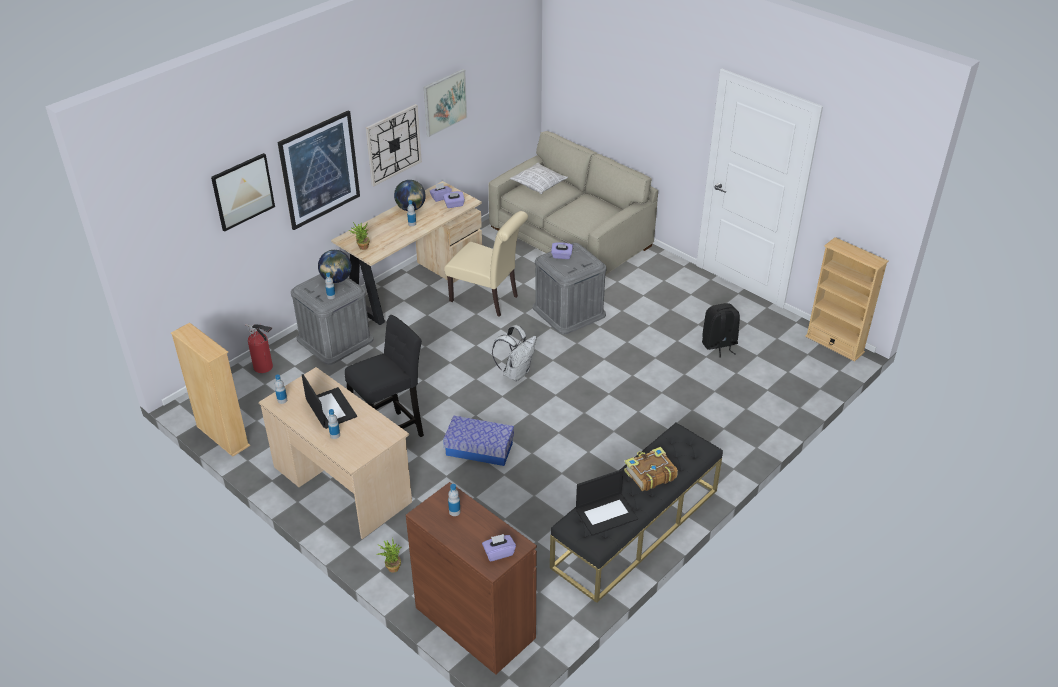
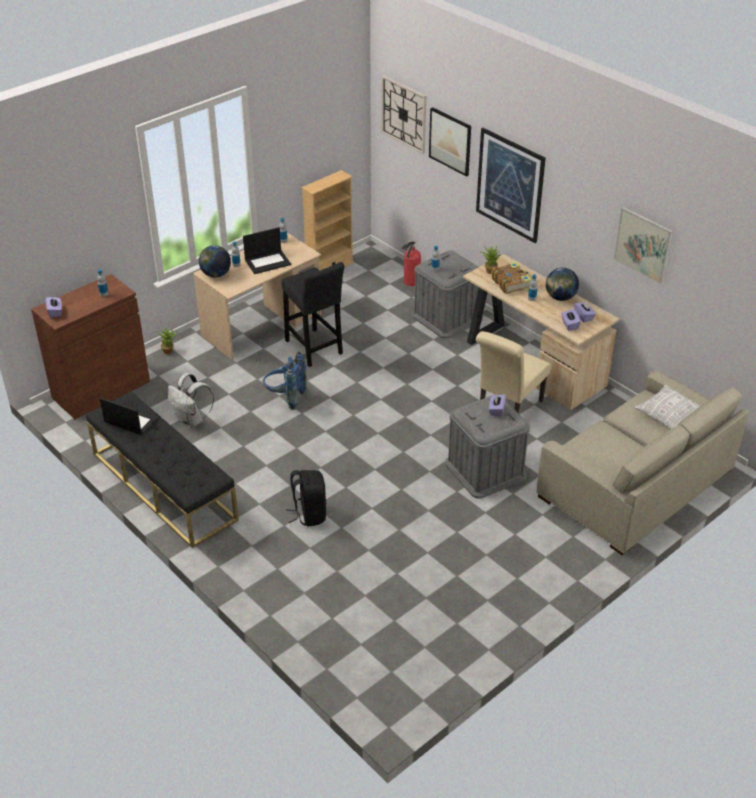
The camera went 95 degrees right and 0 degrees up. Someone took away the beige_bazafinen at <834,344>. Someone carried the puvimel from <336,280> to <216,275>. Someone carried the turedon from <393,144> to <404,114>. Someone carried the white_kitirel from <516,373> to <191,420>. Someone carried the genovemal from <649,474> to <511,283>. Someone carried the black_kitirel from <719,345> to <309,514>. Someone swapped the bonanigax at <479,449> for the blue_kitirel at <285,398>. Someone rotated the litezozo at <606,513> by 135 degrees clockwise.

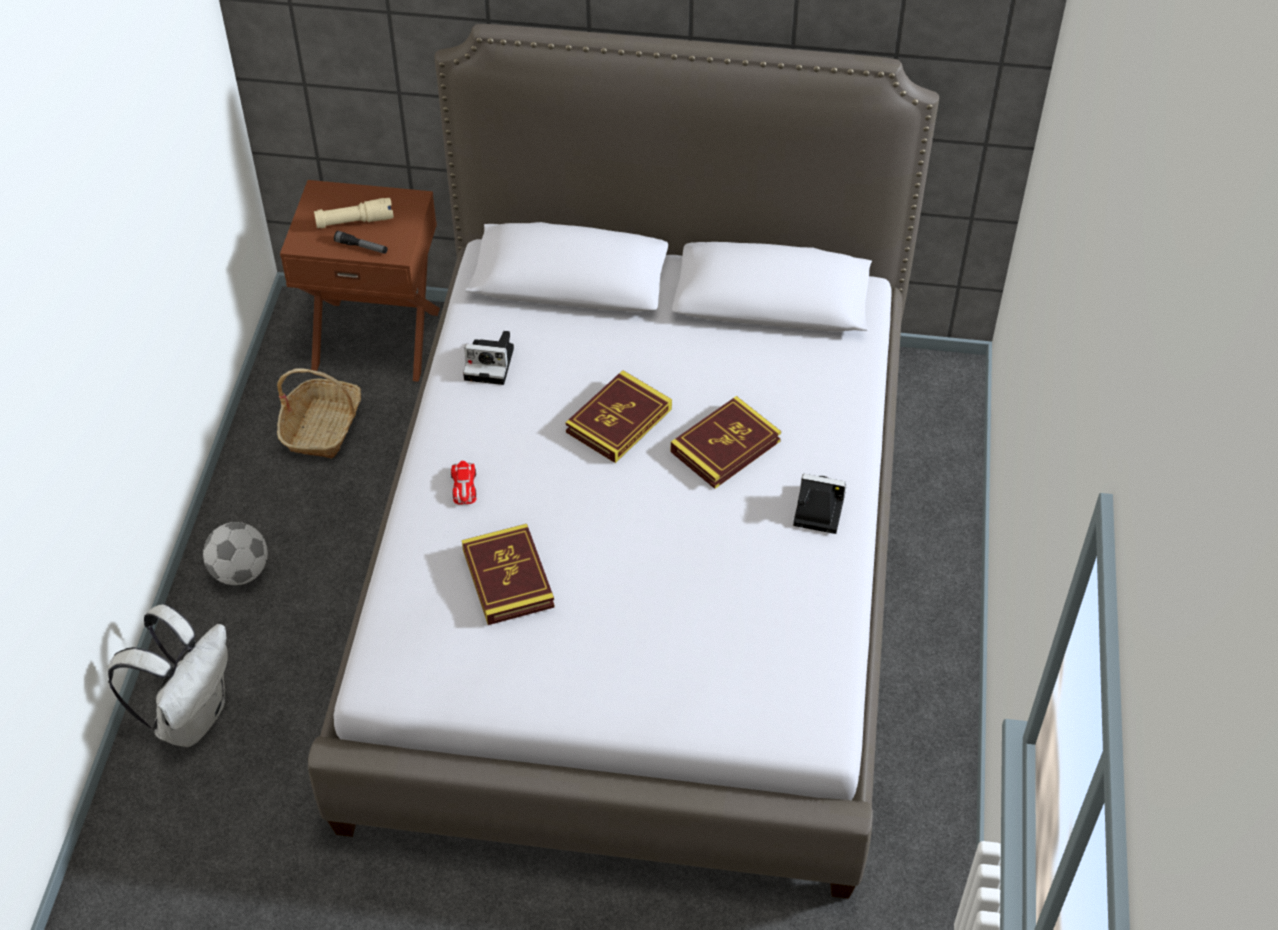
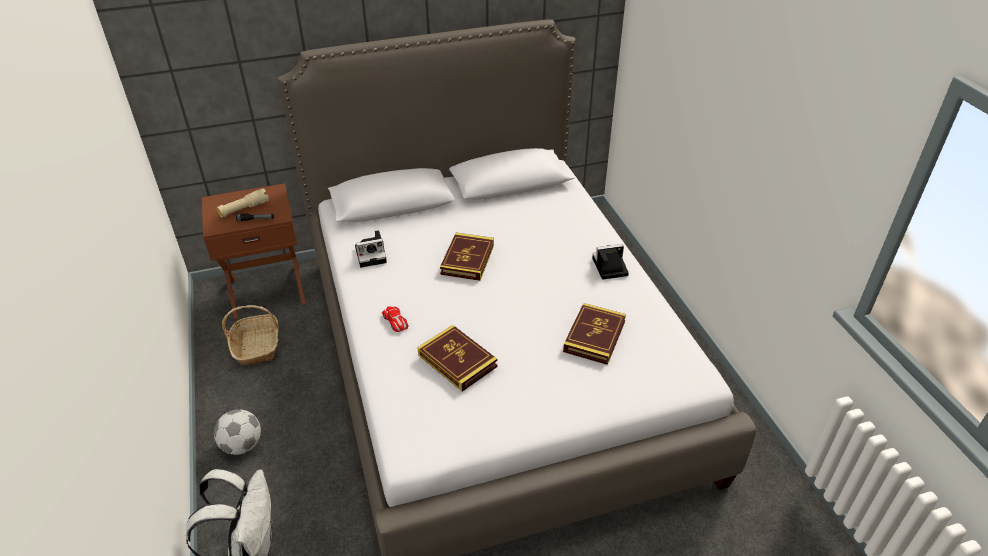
The camera went 25 degrees left and 10 degrees down. Someone carried the genovemal from <725,446> to <594,336>.

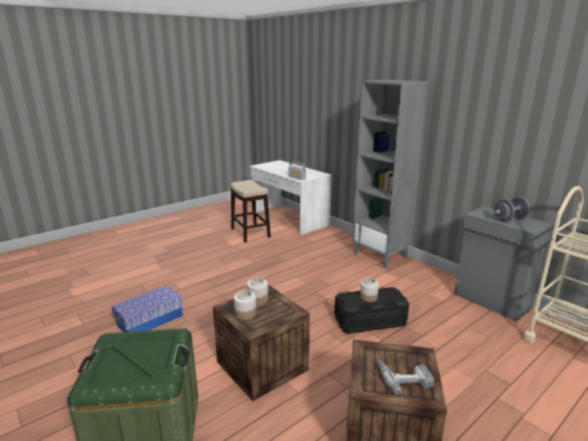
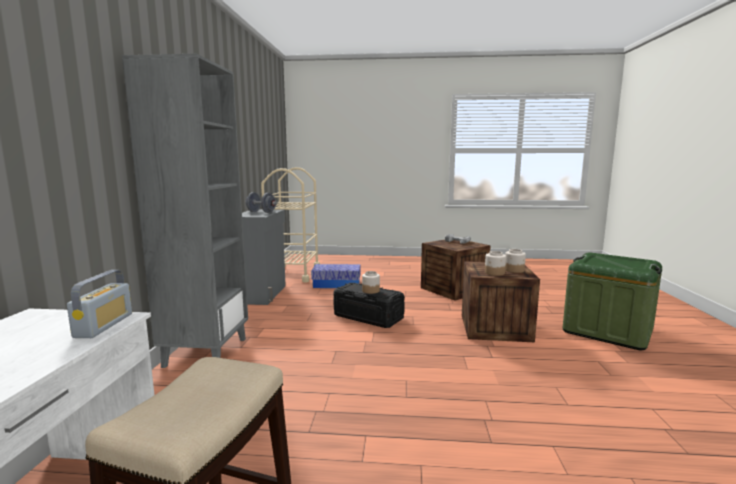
The camera went 135 degrees left and 10 degrees down. Someone carried the bonanigax from <150,320> to <336,284>.

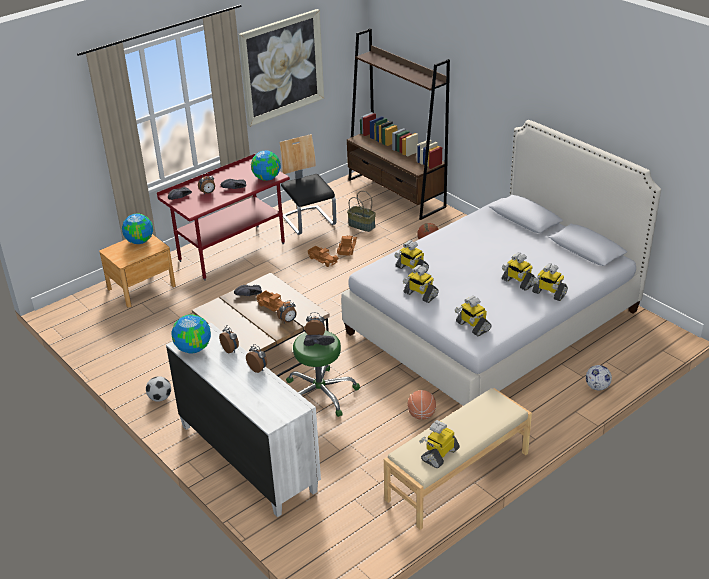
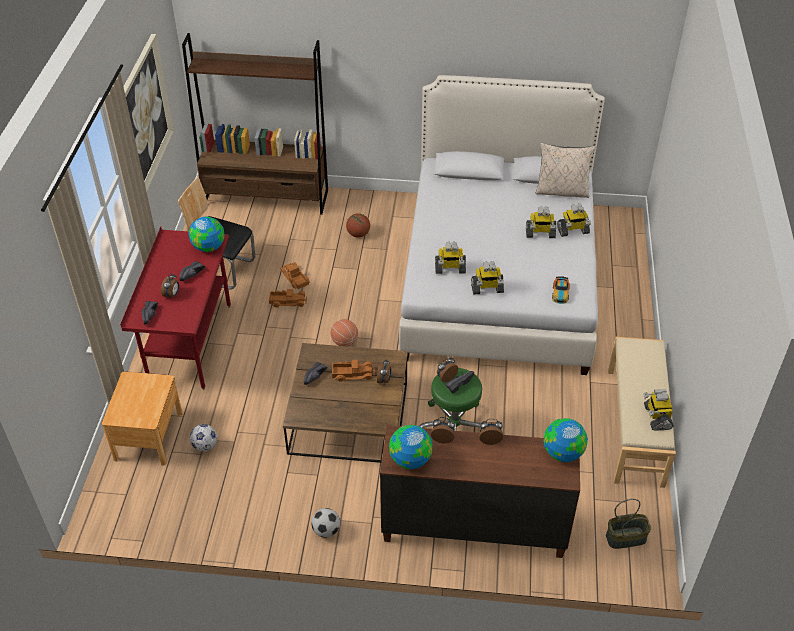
The camera went 45 degrees left and 10 degrees up. Someone put down the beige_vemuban at <562,191>. Someone carried the puvimel from <139,241> to <562,453>. Someone carried the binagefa from <362,225> to <626,537>. Someone carried the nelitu from <421,415> to <344,342>. Someone carried the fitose from <597,387> to <205,446>. Someone swapped the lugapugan at <472,326> for the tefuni at <560,293>. Someone repainted the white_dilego at <248,457>, which became the brown_dilego at <473,526>.

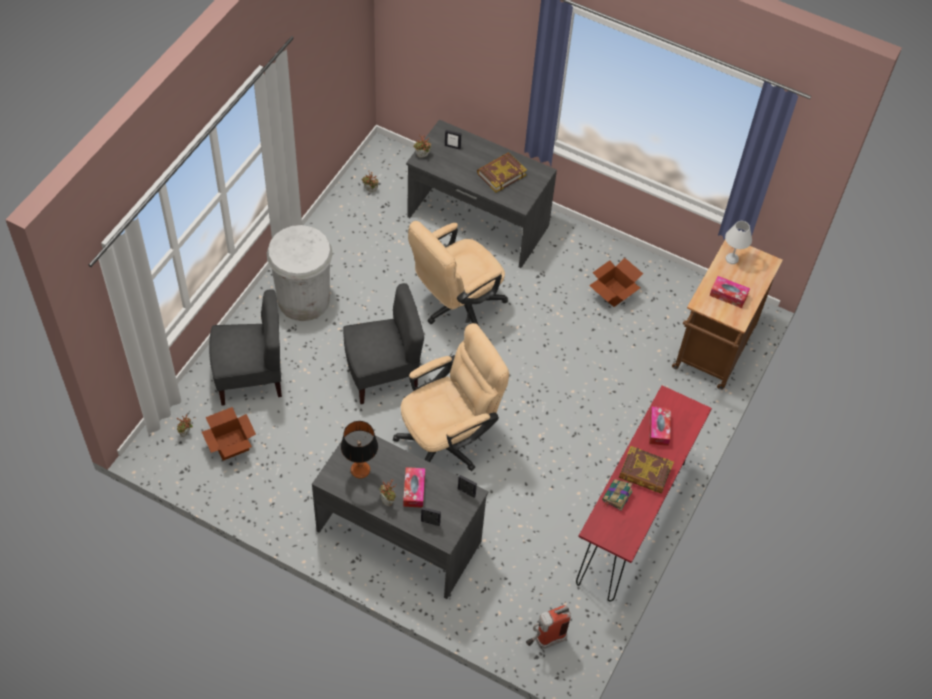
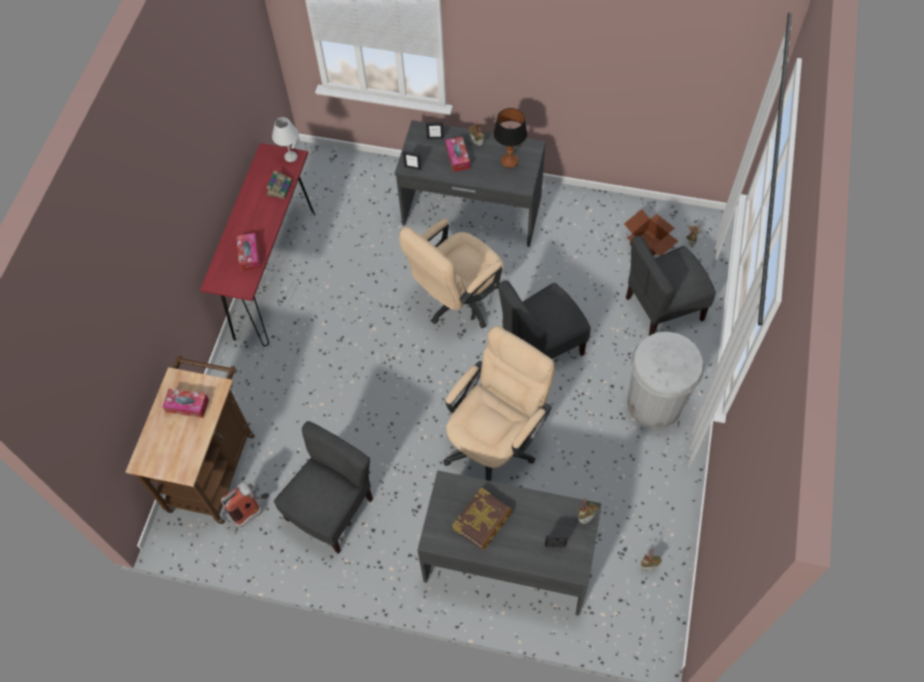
The camera went 170 degrees right and 5 degrees up. Someone took away the genovemal at <645,473>. Someone carried the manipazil from <544,641> to <253,512>. Someone carried the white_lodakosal from <731,258> to <291,157>. Someone swapped the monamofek at <612,292> for the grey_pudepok at <331,510>.

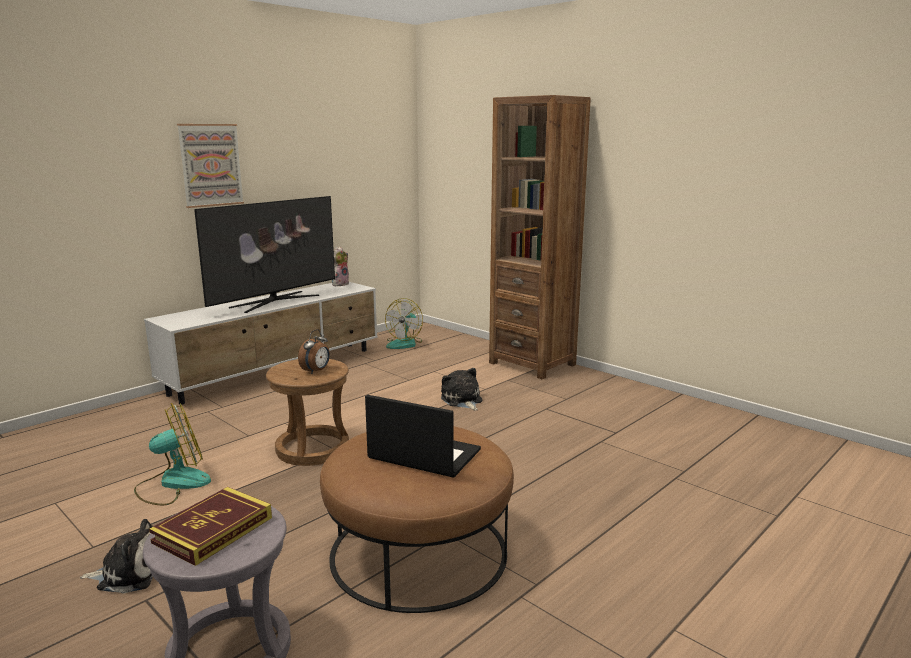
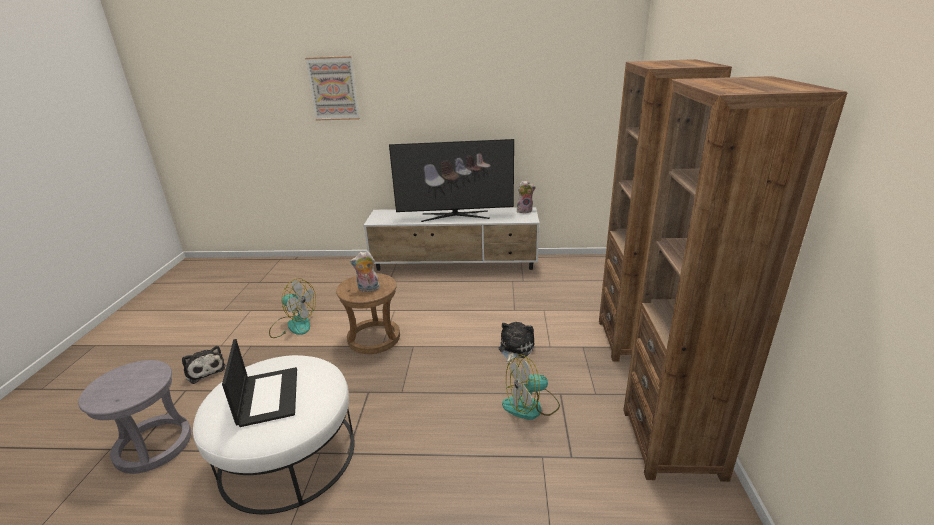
The camera went 50 degrees right and 10 degrees up. Someone took away the genovemal at <213,530>. Someone put down the brown_bazafinen at <672,443>. Someone carried the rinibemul from <211,165> to <333,88>. Someone carried the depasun from <405,343> to <531,406>. Someone swapped the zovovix at <316,371> for the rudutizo at <368,289>. Someone repainted the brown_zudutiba at <418,552>, which became the white_zudutiba at <288,454>.

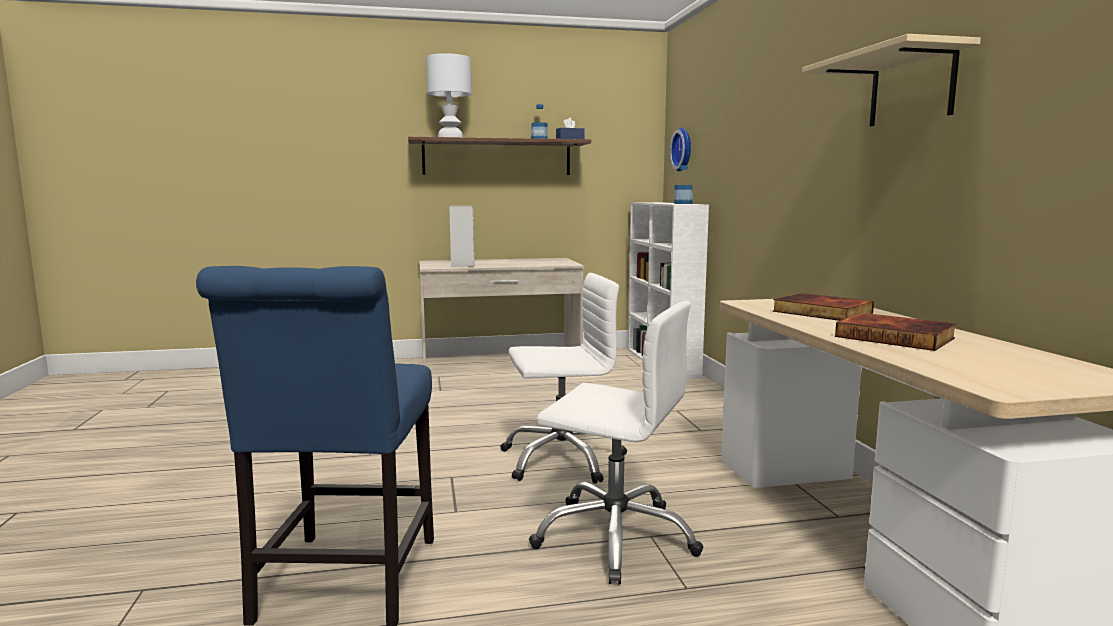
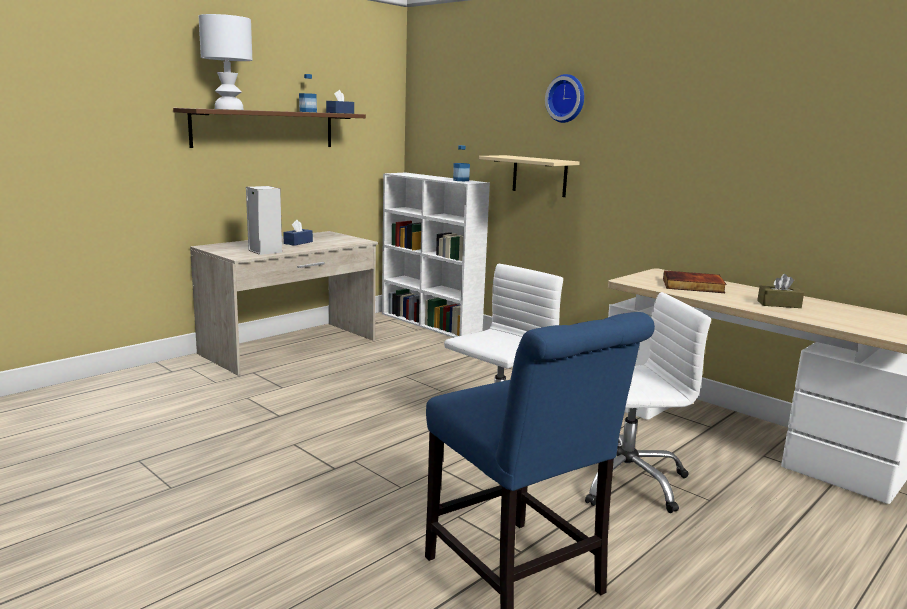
The camera went 35 degrees left and 5 degrees up. Someone put down the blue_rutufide at <298,242>. Someone carried the turedon from <684,149> to <567,98>. Someone carried the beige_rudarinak from <911,88> to <539,176>. Someone swapped the genovemal at <896,337> for the brown_rutufide at <779,304>.

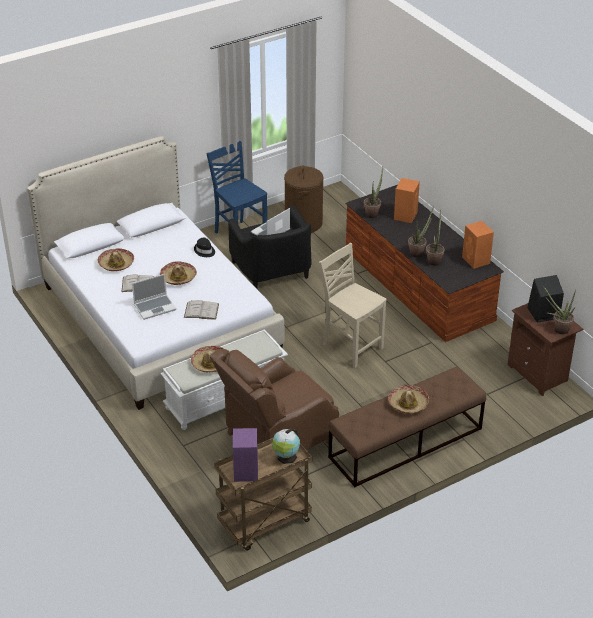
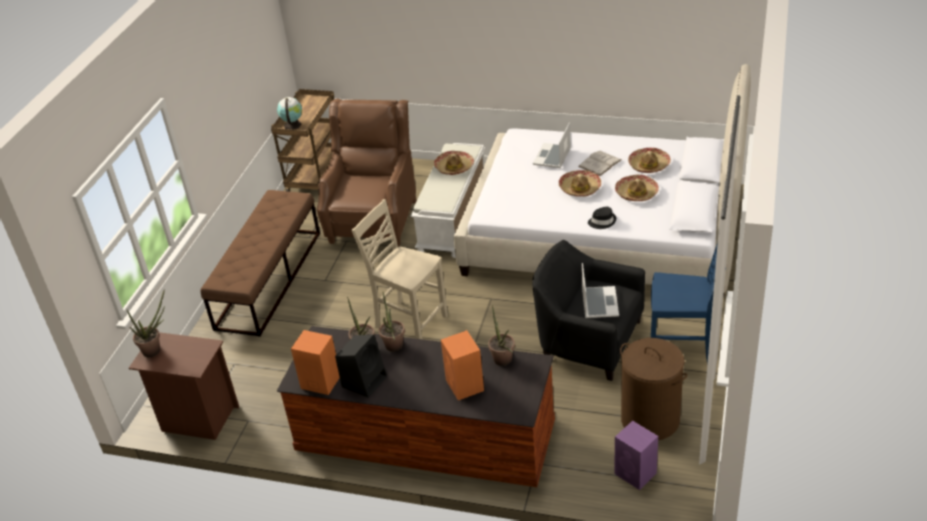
The camera went 140 degrees right and 0 degrees up. Someone took away the white_genovemal at <201,310>. Someone carried the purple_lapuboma from <246,471> to <636,474>. Someone carried the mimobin from <408,403> to <636,193>. Someone carried the black_lapuboma from <542,313> to <364,380>. Someone rotated the beige_pudepok at <351,346> by 150 degrees counterclockwise.

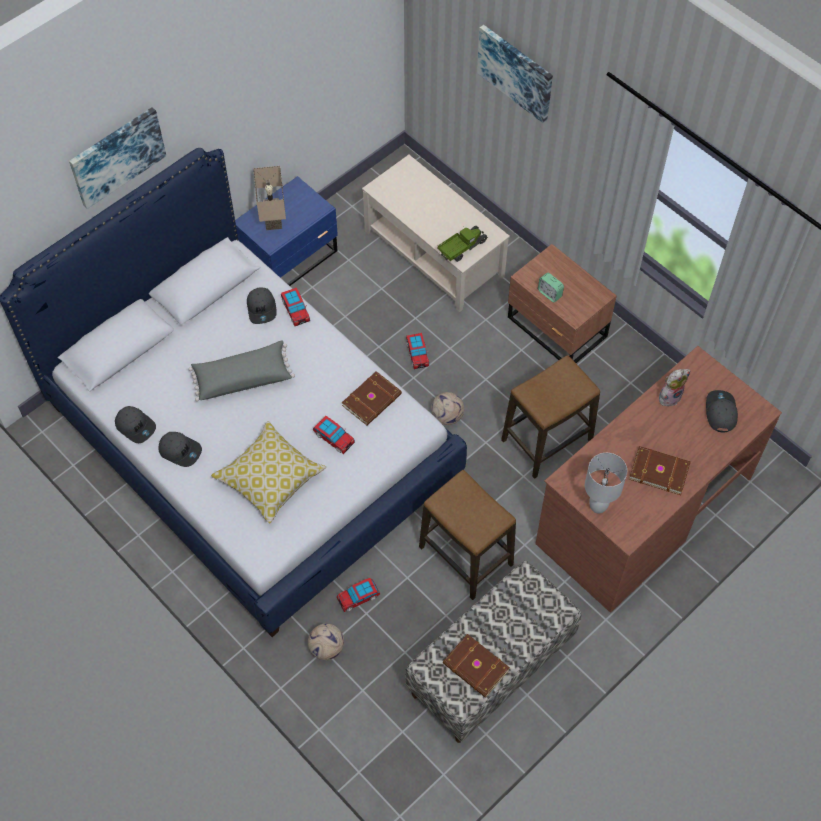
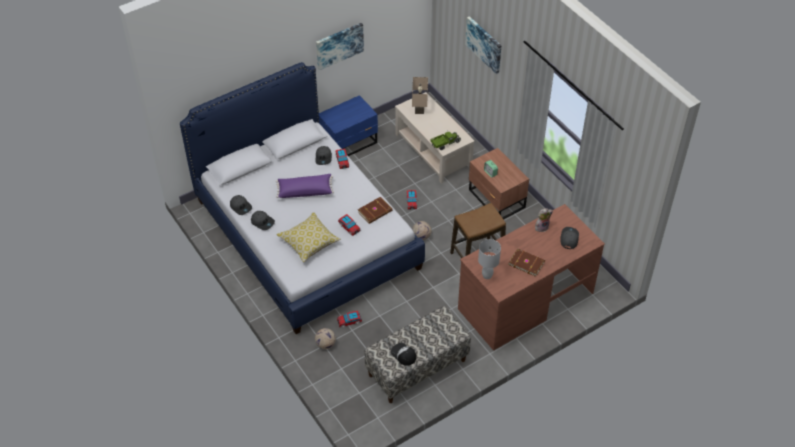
The camera went 10 degrees right and 10 degrees down. Someone took away the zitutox at <466,556>. Someone carried the rinibemul from <117,156> to <339,45>. Someone carried the beige_lodakosal from <274,219> to <420,109>. Someone swapped the brown_genovemal at <475,668> for the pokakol at <403,354>. Someone repainted the grey_vemuban at <242,377>, which became the purple_vemuban at <305,190>.

